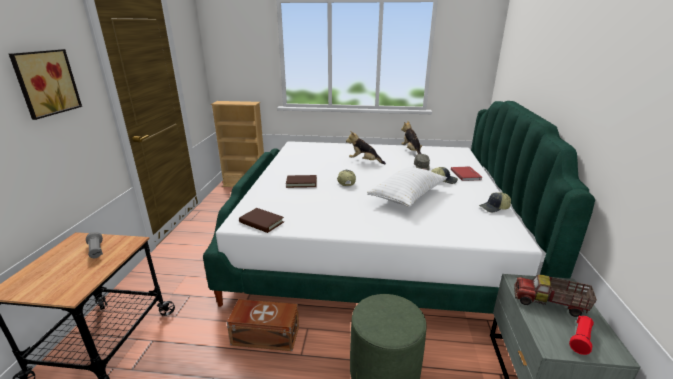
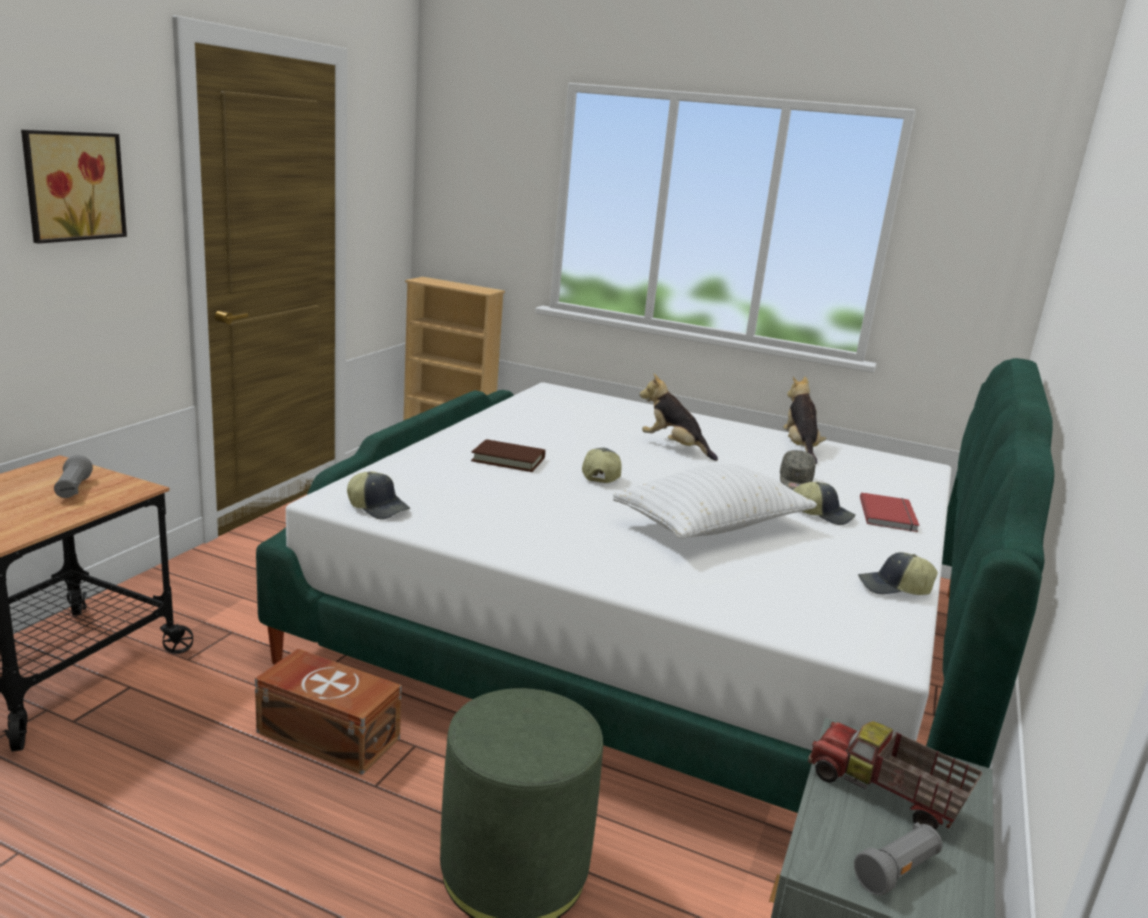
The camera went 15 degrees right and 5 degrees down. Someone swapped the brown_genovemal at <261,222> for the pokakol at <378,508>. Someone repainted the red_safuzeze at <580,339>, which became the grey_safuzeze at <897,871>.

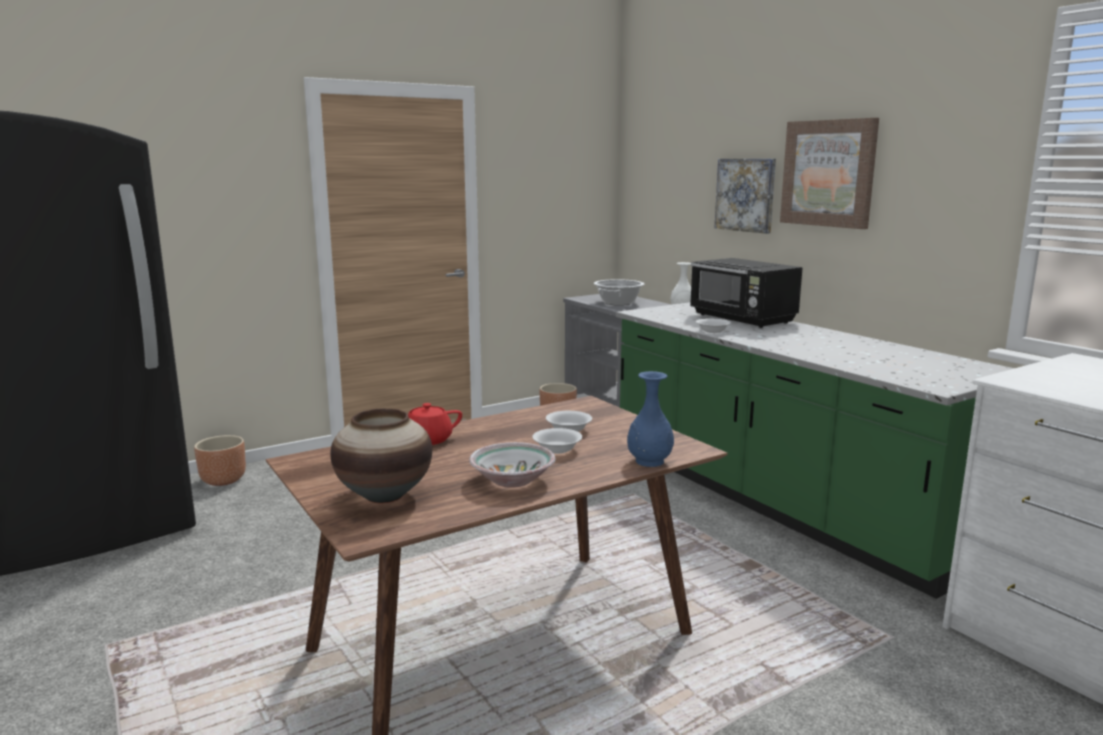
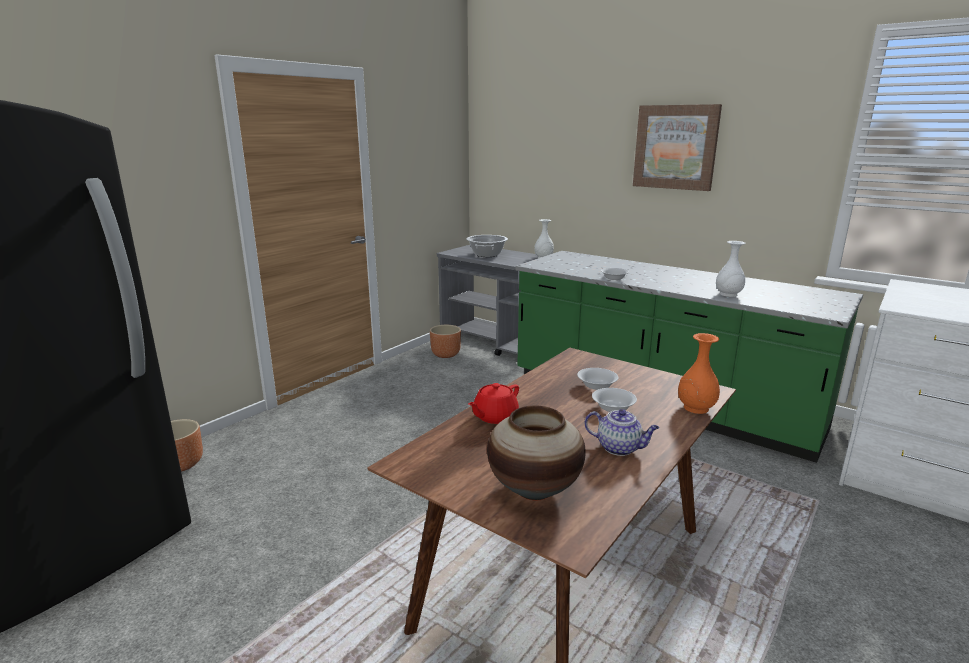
The camera went 20 degrees left and 5 degrees up. Someone took away the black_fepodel at <742,319>. Someone took away the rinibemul at <746,195>. Someone put down the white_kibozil at <728,294>. Someone swapped the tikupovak at <513,480> for the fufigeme at <620,448>. Someone repainted the blue_kibozil at <650,461>, which became the orange_kibozil at <696,408>.

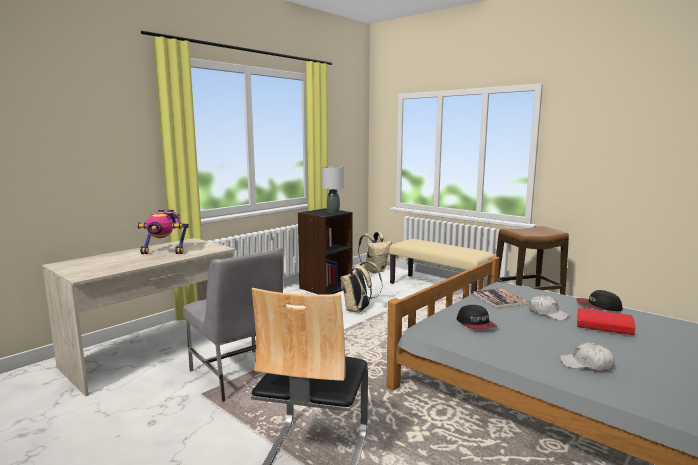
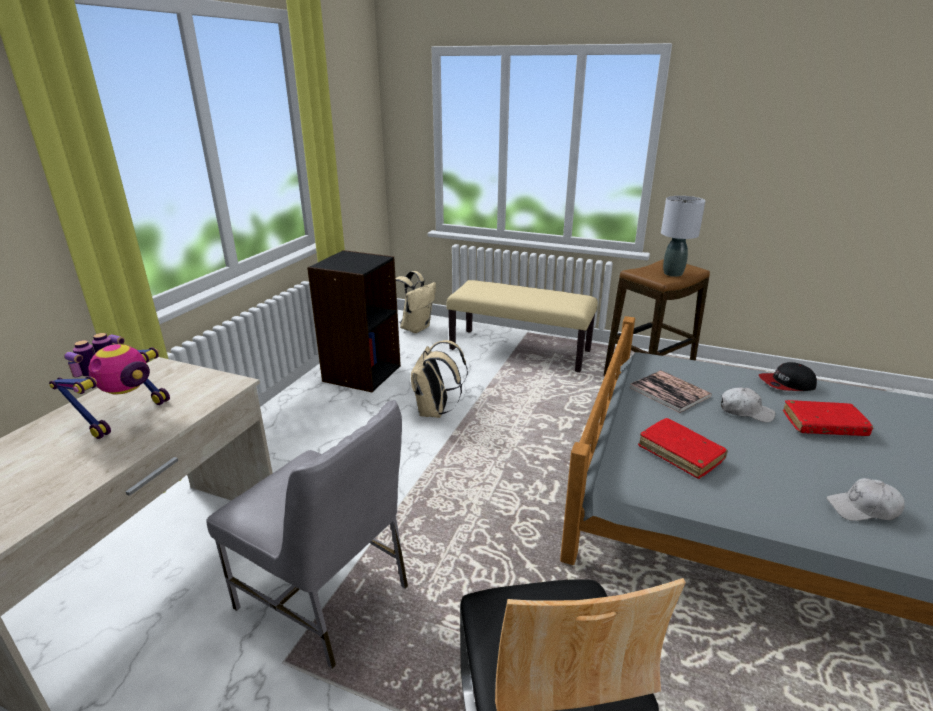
The camera went 20 degrees left and 15 degrees up. Someone carried the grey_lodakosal from <333,212> to <672,273>. Someone swapped the pokakol at <476,324> for the red_genovemal at <680,453>. Someone rotated the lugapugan at <164,252> by 45 degrees counterclockwise.

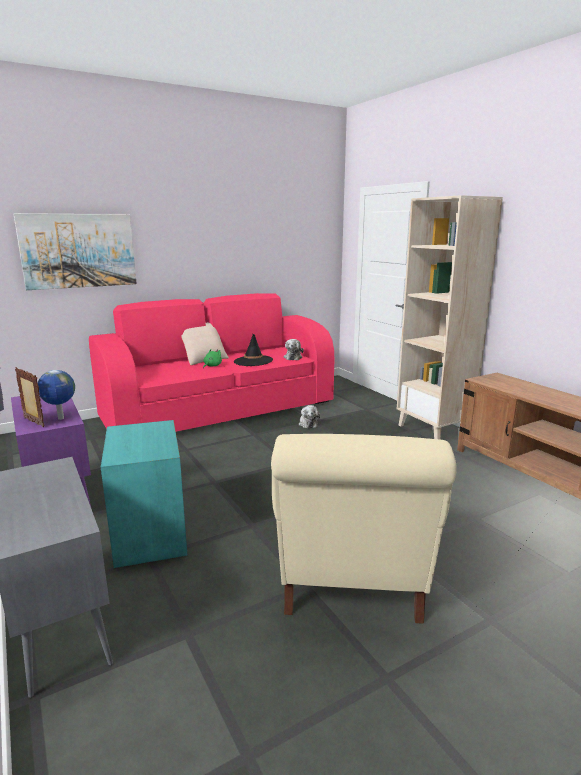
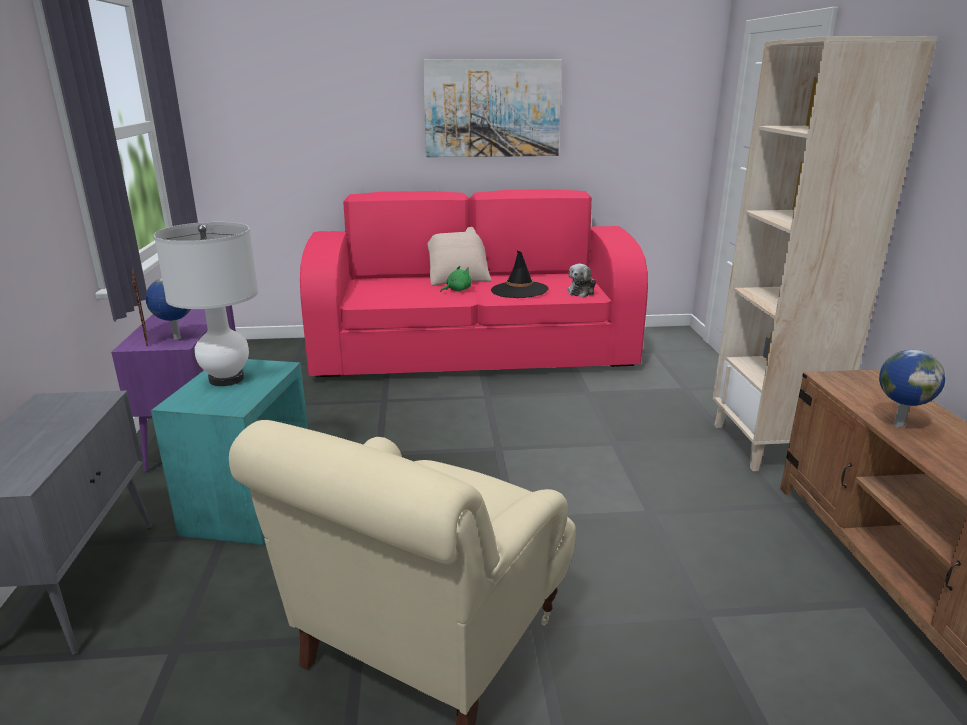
The camera went 25 degrees right and 5 degrees up. Someone took away the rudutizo at <308,423>. Someone put down the white_lodakosal at <226,379>. Someone put down the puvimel at <898,425>. Someone carried the rinibemul from <78,251> to <492,109>.

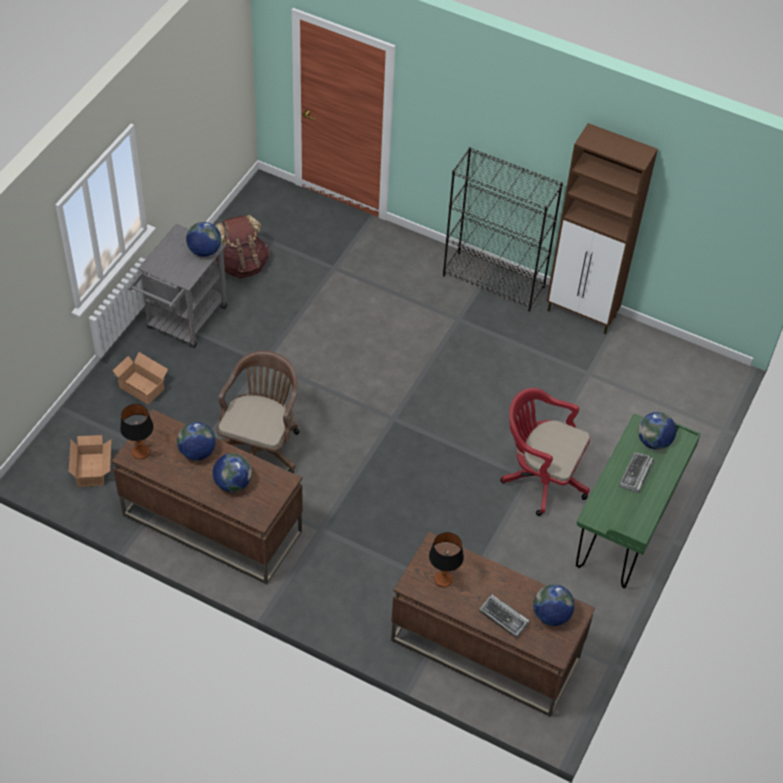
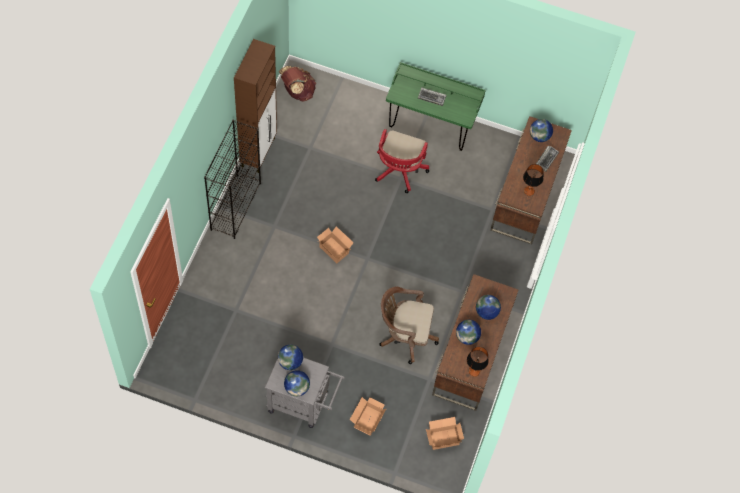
The camera went 100 degrees left and 10 degrees up. Someone put down the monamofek at <334,249>. Someone carried the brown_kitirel from <242,265> to <297,92>. Someone carried the puvimel from <654,441> to <297,388>.

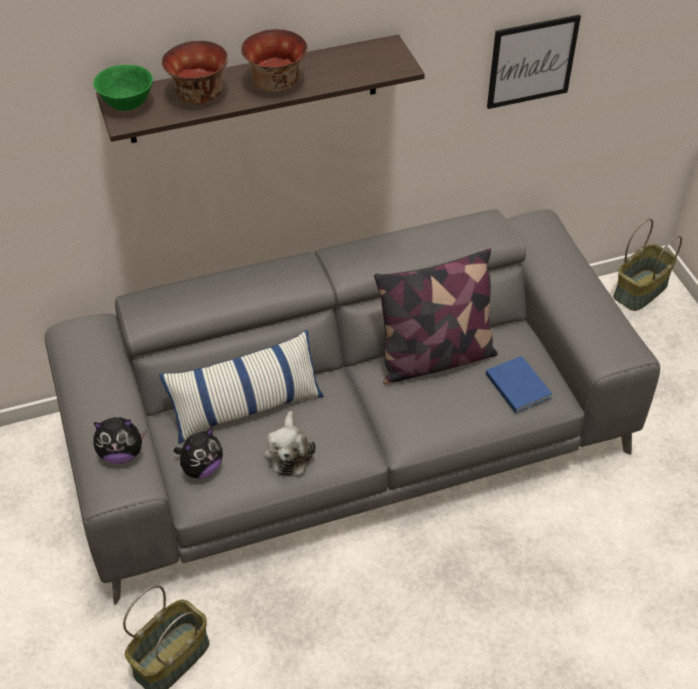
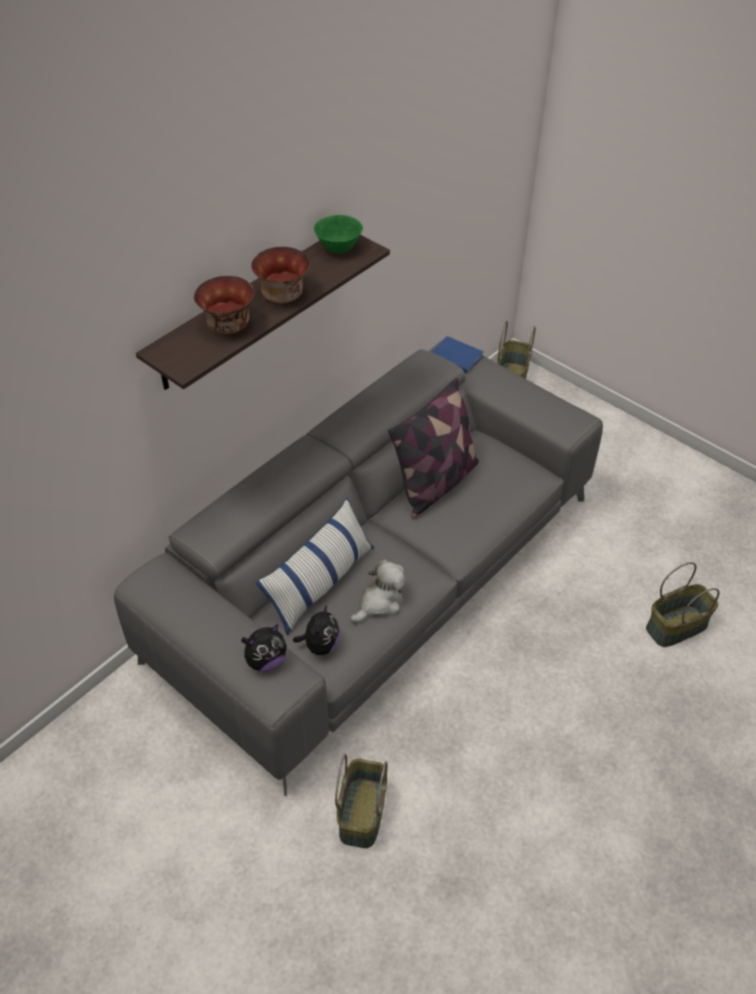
The camera went 30 degrees left and 0 degrees up. Someone took away the rinibemul at <532,61>. Someone put down the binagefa at <676,625>. Someone carried the green_tikupovak from <127,104> to <338,248>. Someone carried the blue_genovemal from <518,384> to <455,355>. Someone rotated the rudutizo at <289,452> by 105 degrees counterclockwise.

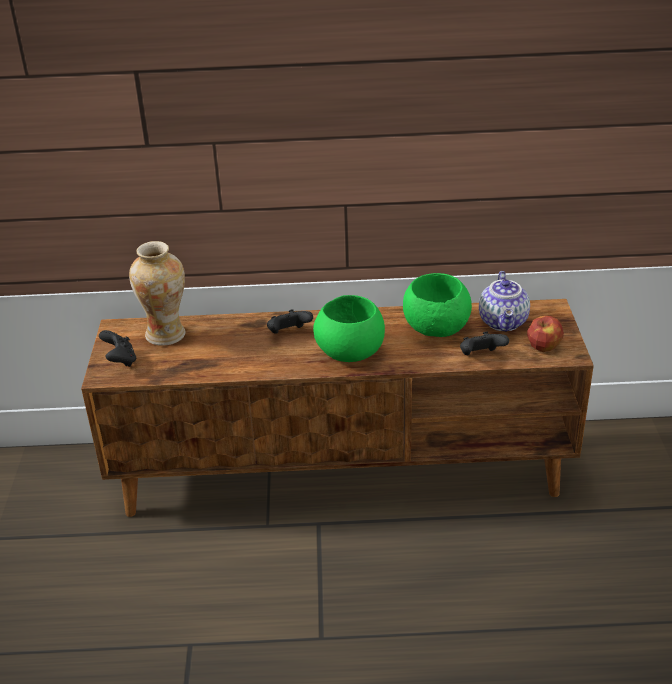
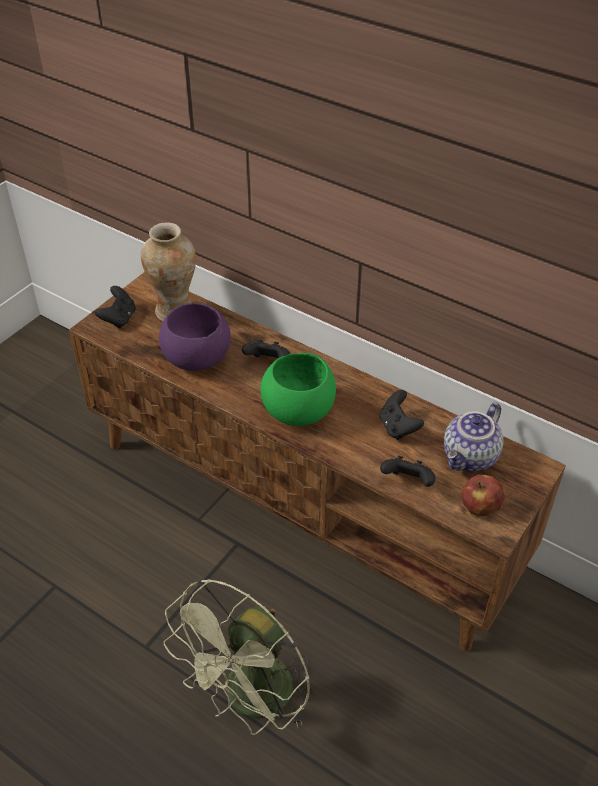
The camera went 35 degrees right and 10 degrees up. Someone put down the purple_tikupovak at <197,359>. Someone put down the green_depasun at <251,702>. Someone swapped the green_tikupovak at <434,328> for the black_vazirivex at <398,427>.

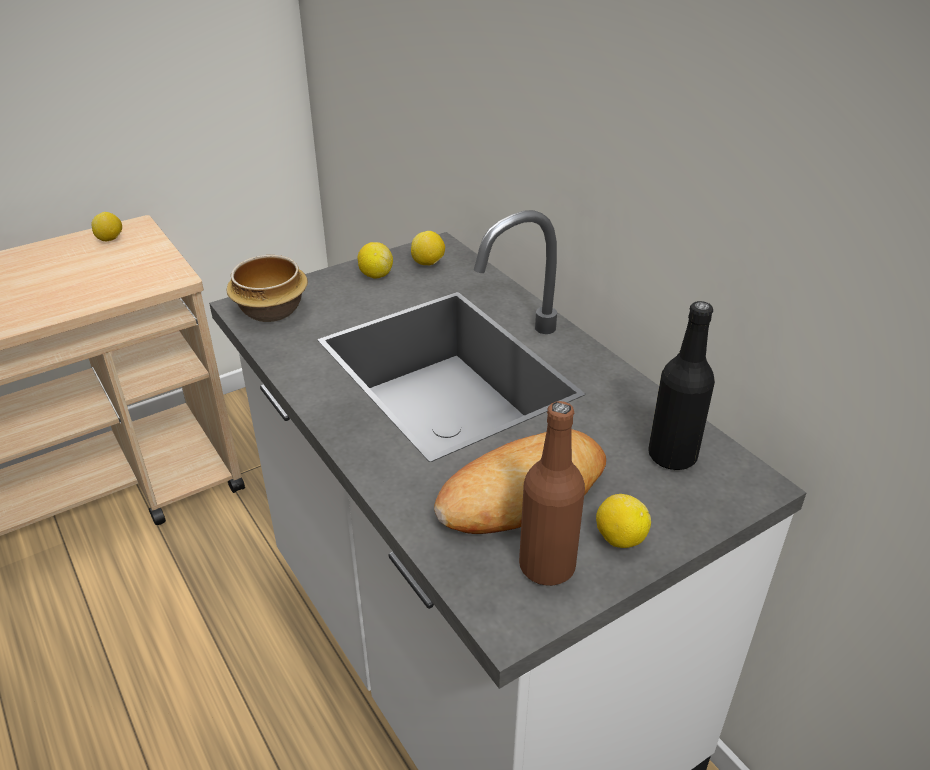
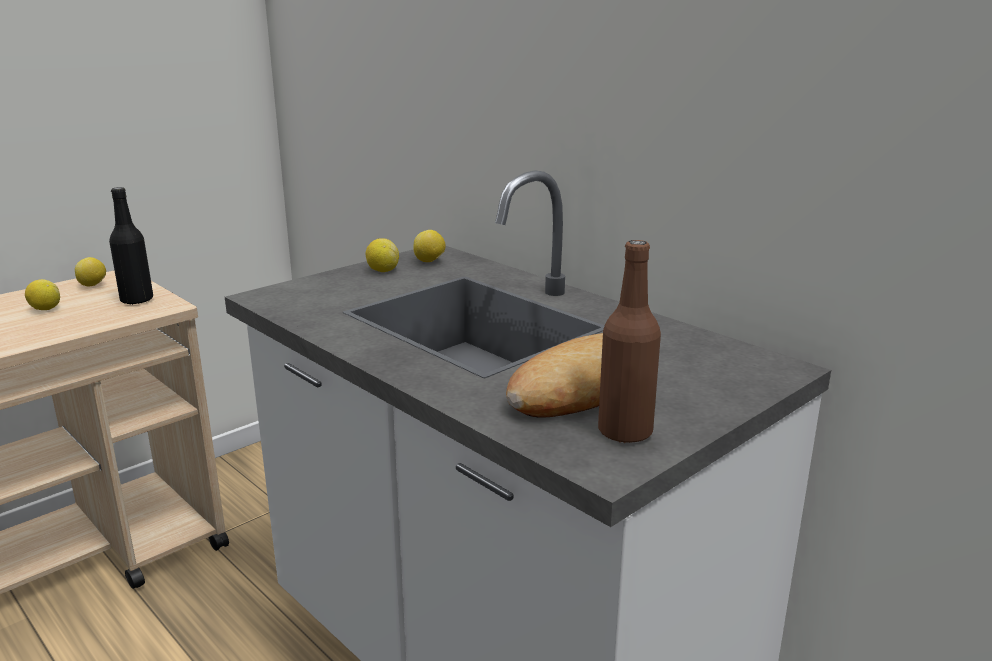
The camera went 10 degrees left and 15 degrees down. Someone took away the tikupovak at <273,310>. Someone carried the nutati from <619,538> to <45,309>. Someone carried the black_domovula from <672,456> to <137,300>.

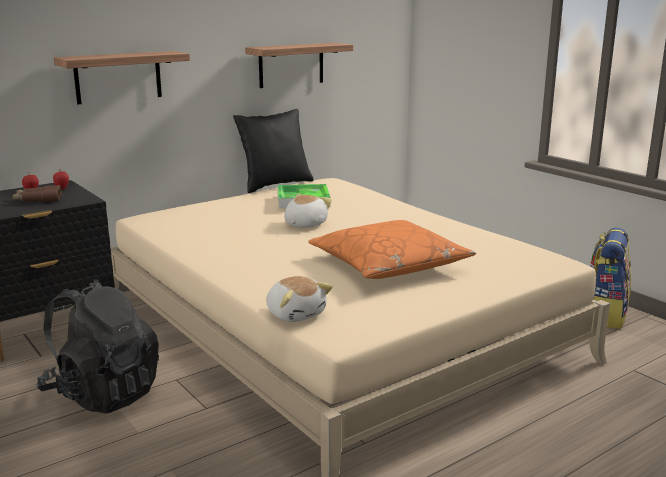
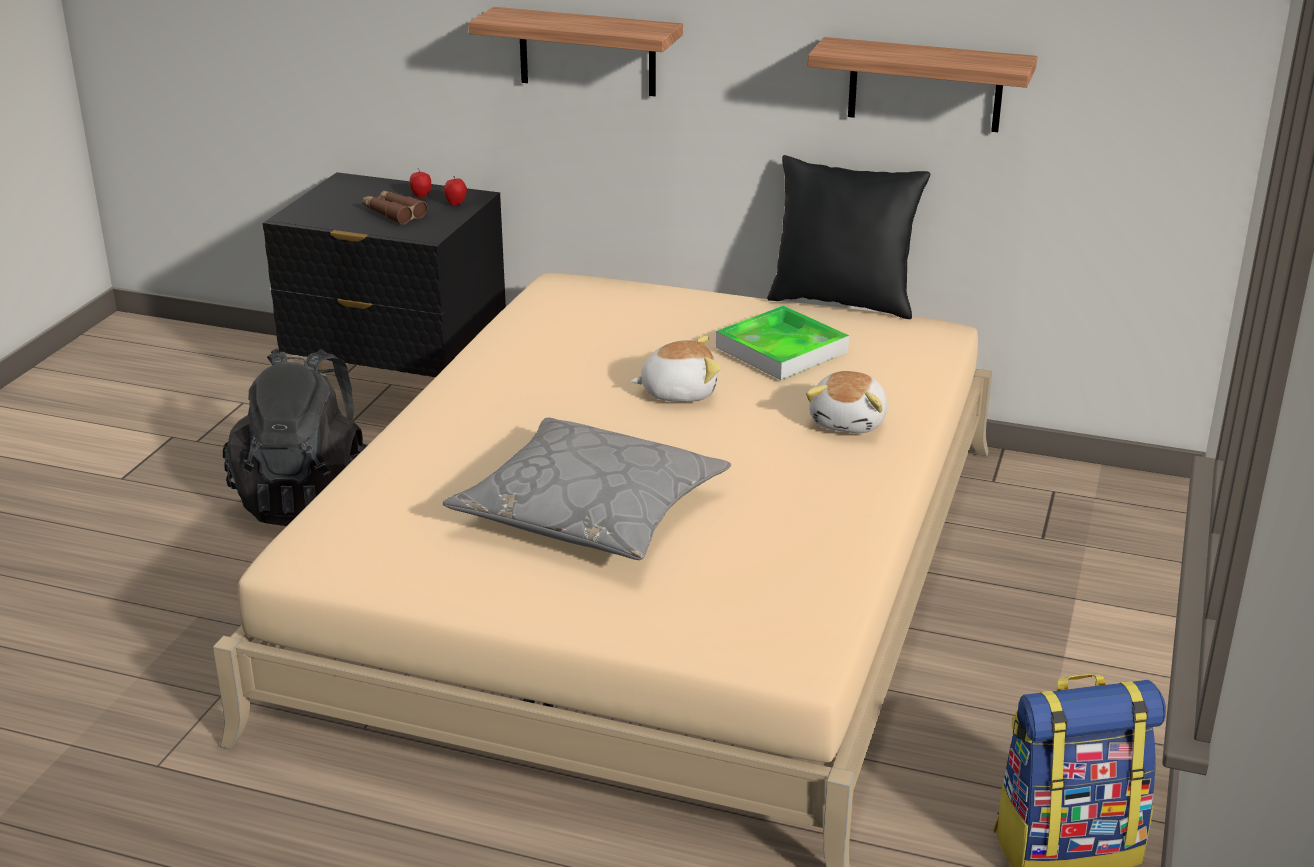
The camera went 55 degrees right and 10 degrees up. Someone carried the rudutizo from <296,314> to <849,422>. Someone repainted the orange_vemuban at <389,265>, which became the grey_vemuban at <590,511>.

